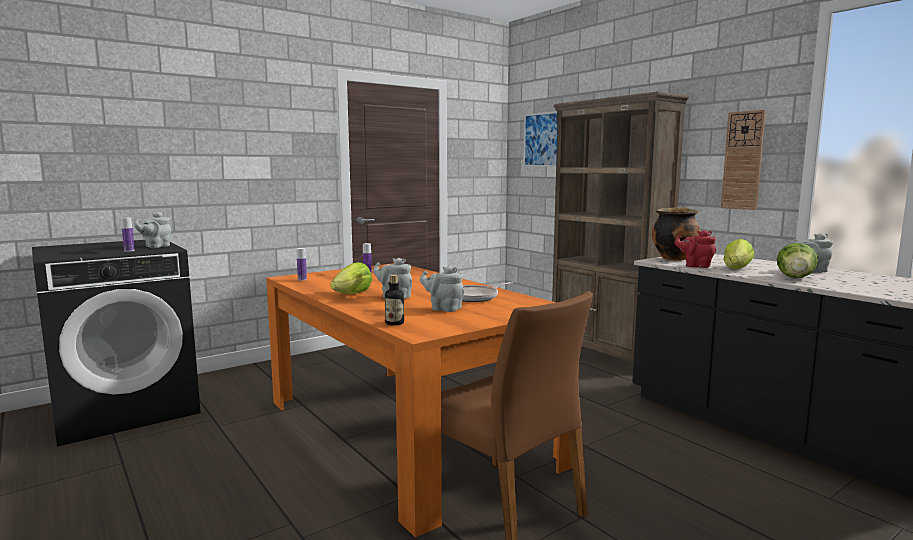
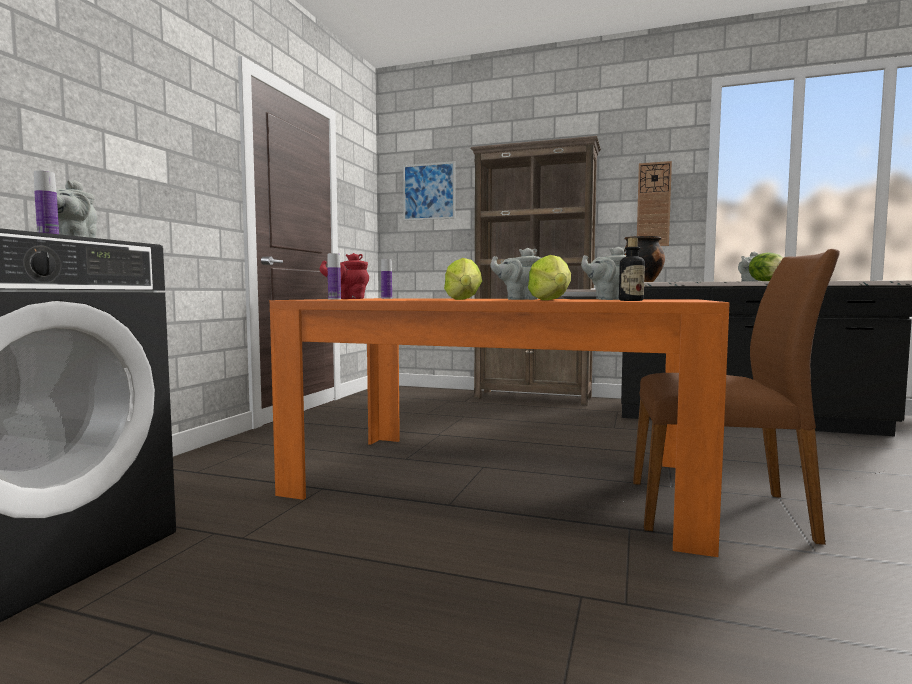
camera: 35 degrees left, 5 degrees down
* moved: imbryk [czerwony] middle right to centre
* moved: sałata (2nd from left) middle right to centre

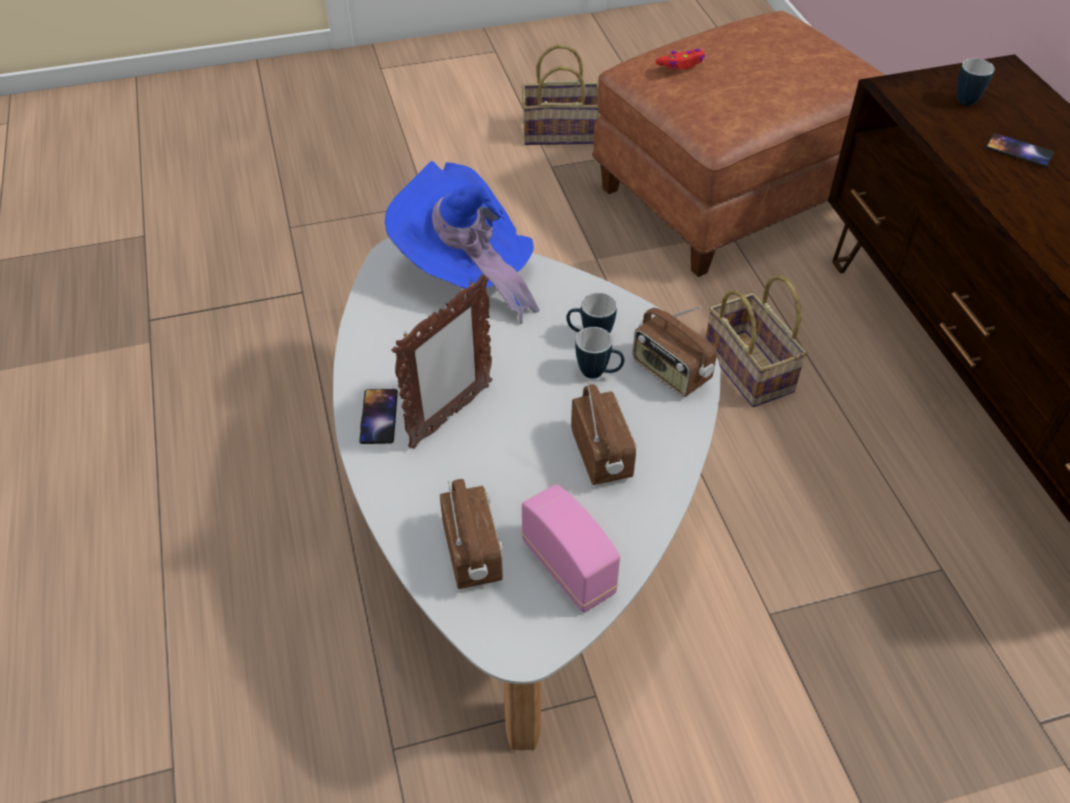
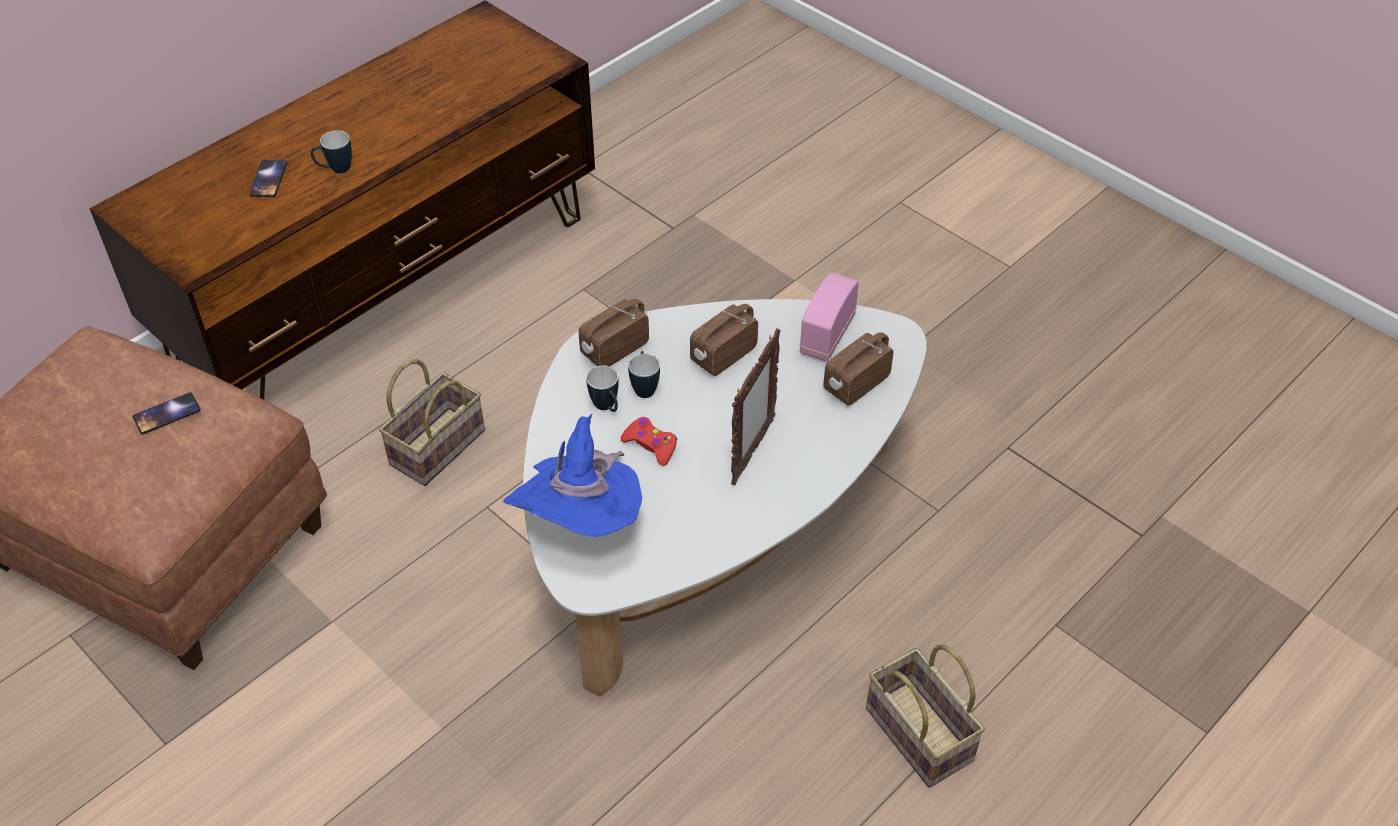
camera: 120 degrees left, 0 degrees up
* moved: koszyk (1st from left in the first image) top centre to koszyk (2nd from left) bottom centre
* moved: pad do gier [czerwony] top centre to centre
* moved: kubek (3rd from left in the first image) top right to kubek (1st from left) top left
* turned: ramka na zdjęcie centre = centre 105 degrees clockwise
* turned: radio (4th from left in the first image) centre = centre 150 degrees counterclockwise
* moved: telefon (1st from left) centre to middle left

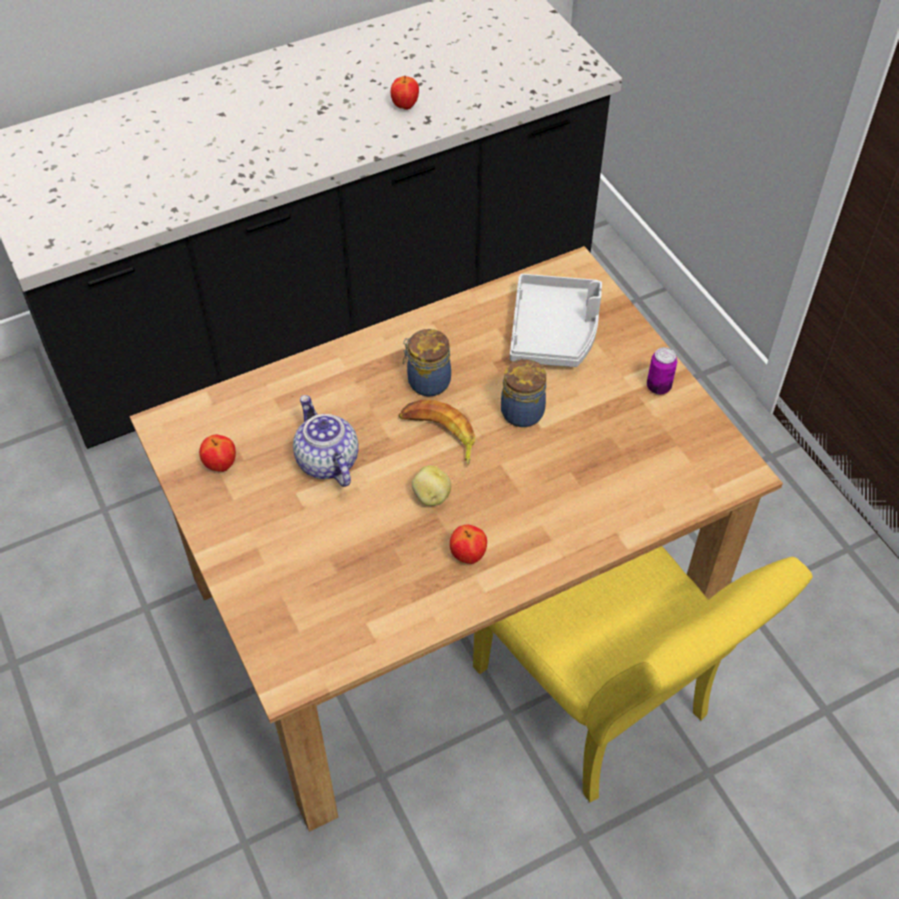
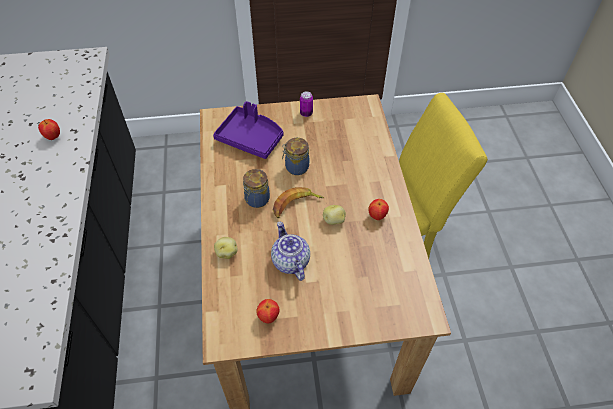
camera: 70 degrees left, 0 degrees up
* recoloured: taca [szary] centre to taca [fioletowy] top centre
* turned: imbryk centre = centre 75 degrees clockwise
* added: ziemniak (1st from left) centre

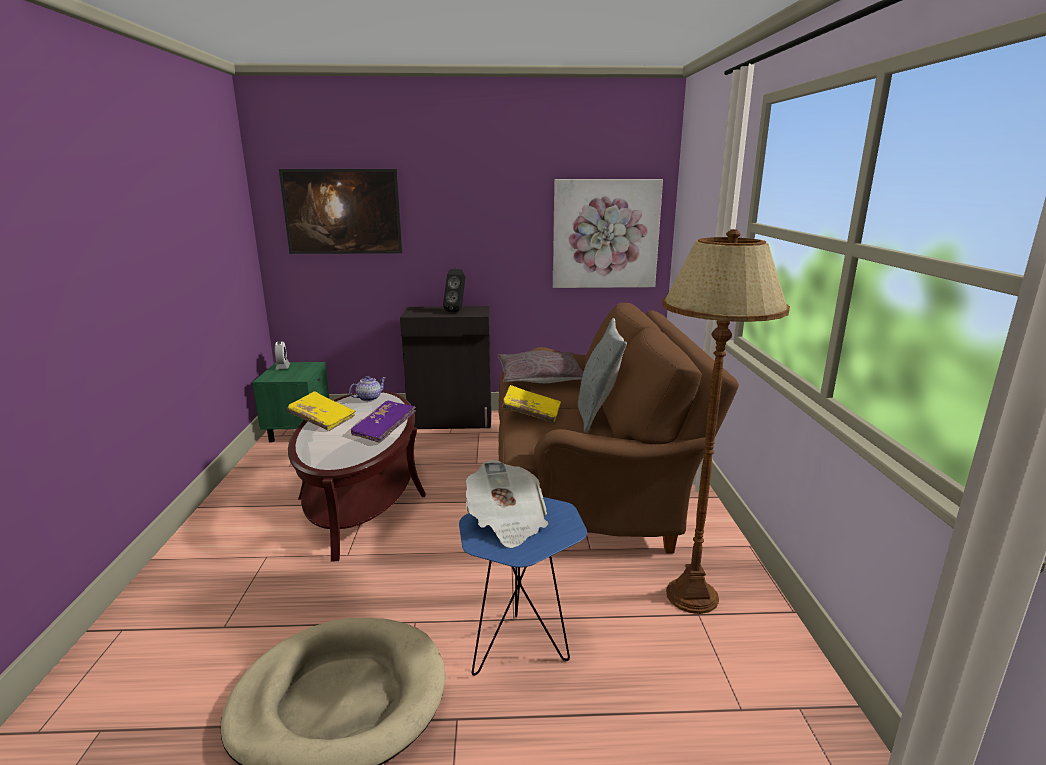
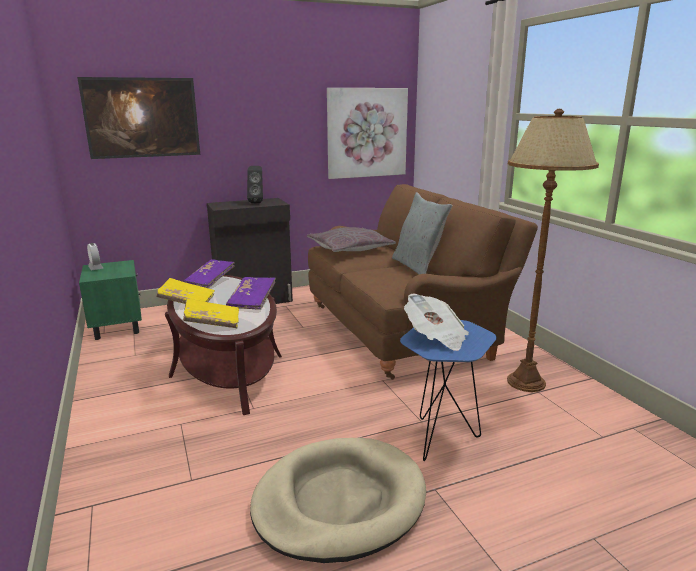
camera: 20 degrees left, 0 degrees up
* replaced: imbryk centre to książka [fioletowy] (1st from left) middle left
* moved: książka [żółty] (2nd from left) centre to middle left

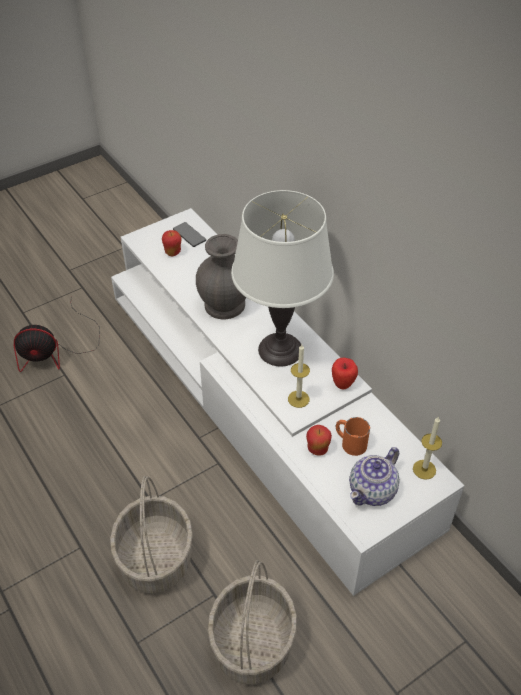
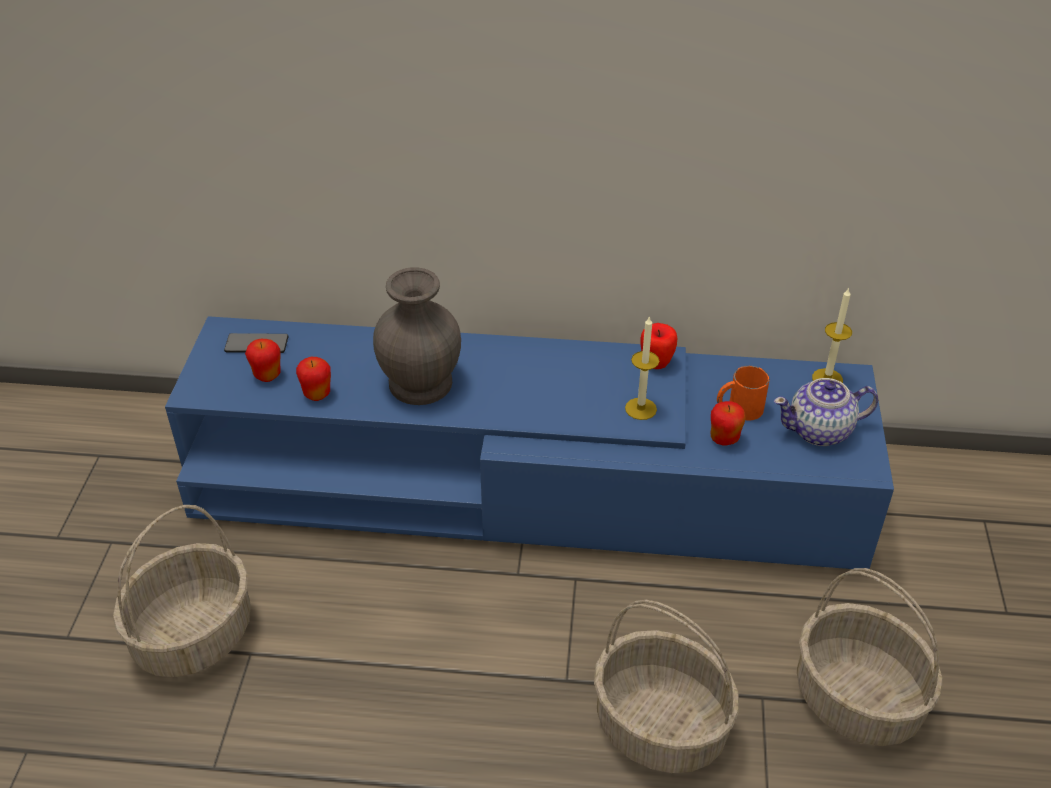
camera: 50 degrees left, 5 degrees down
* removed: lampa stołowa [biały] centre
* recoloured: szafka pod telewizor [biały] centre to szafka pod telewizor [niebieski] centre
* replaced: wentylator middle left to koszyk (1st from left) bottom left
* turned: imbryk bottom right = middle right 90 degrees clockwise
* added: jabłko (2nd from left) middle left

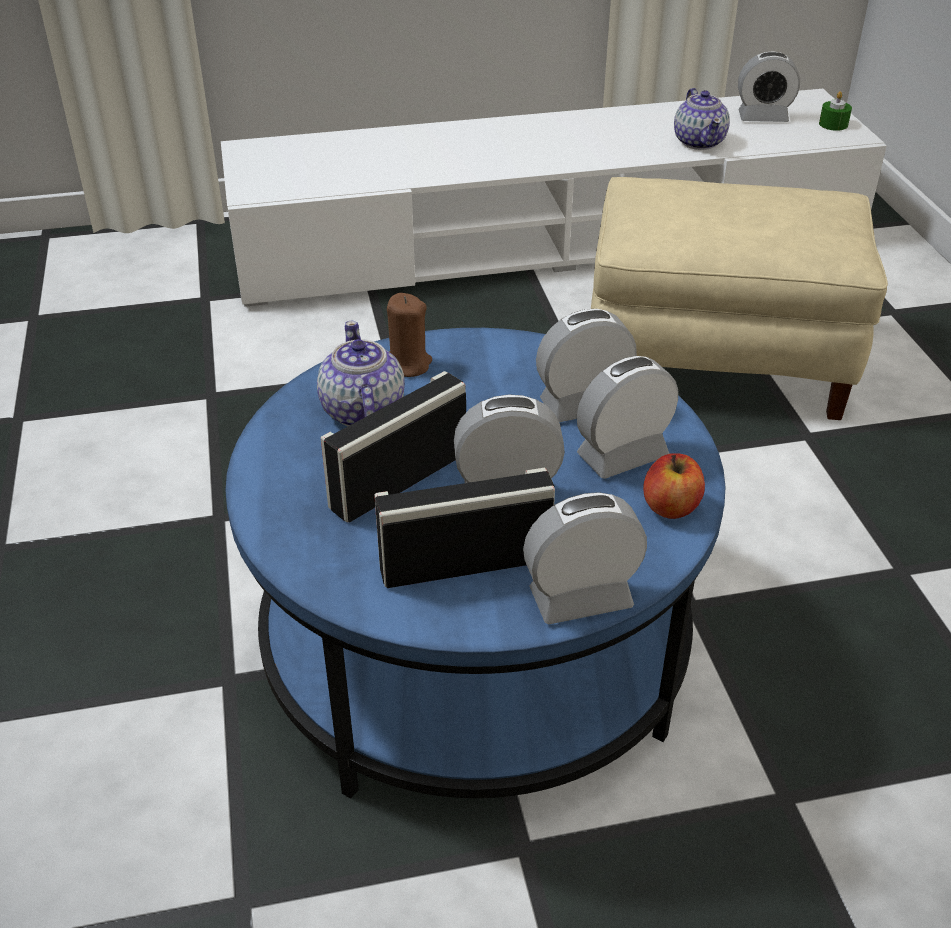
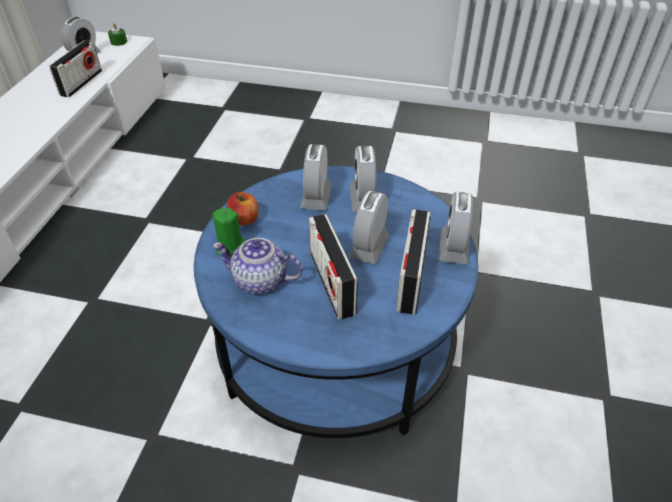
camera: 65 degrees left, 5 degrees up
* replaced: imbryk (2nd from left) top right to radio (1st from left) top left
* removed: pufa [beżowy] top right
* recoloured: świeca [brązowy] centre to świeca [zielony] (2nd from left) centre
* moved: jabłko middle right to centre

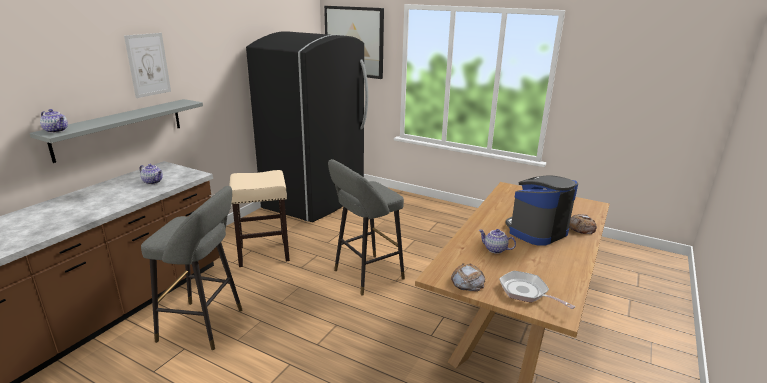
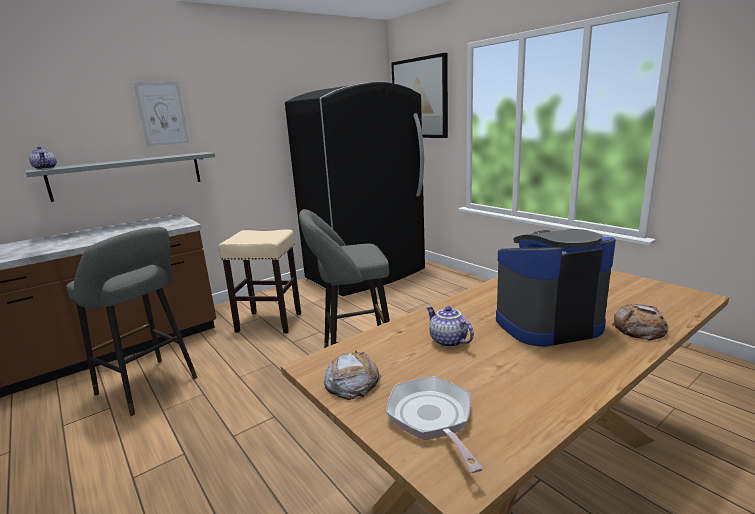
camera: 25 degrees right, 5 degrees down
* removed: imbryk (2nd from left) middle left

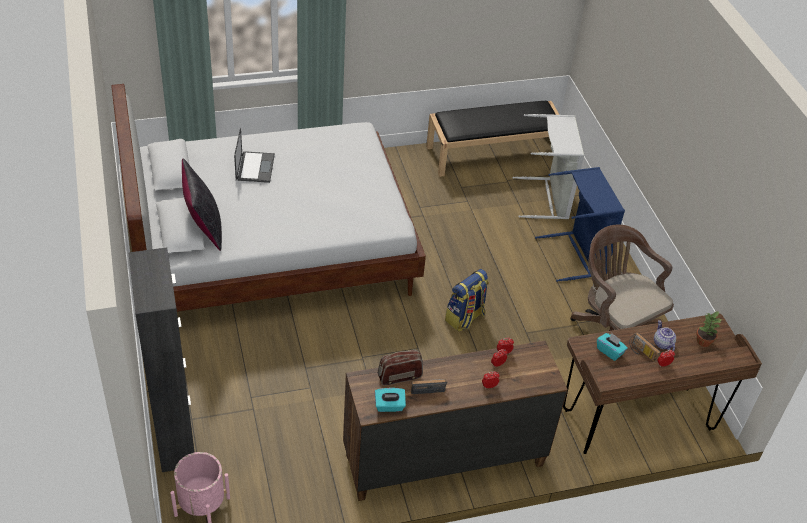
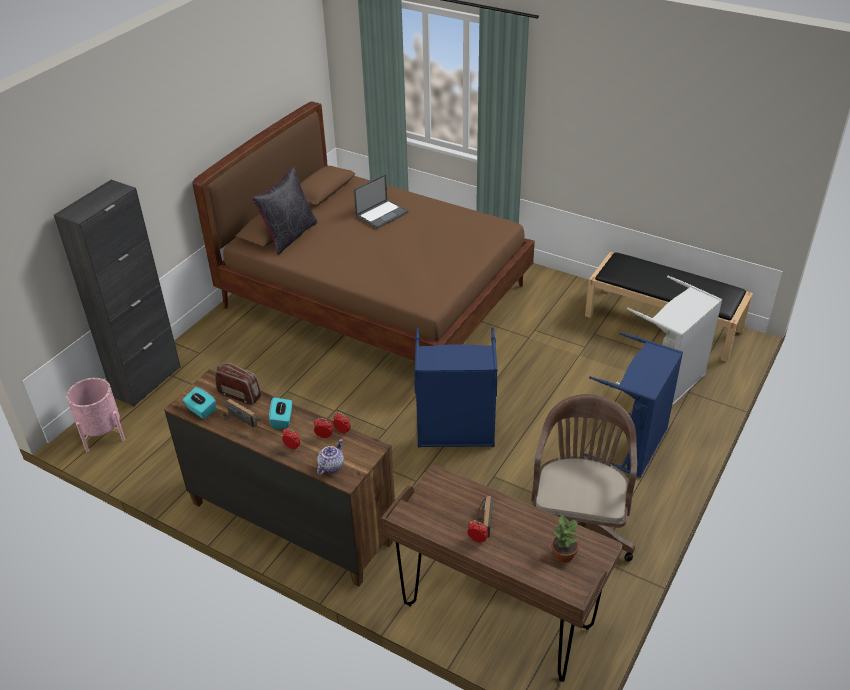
camera: 50 degrees right, 5 degrees down
* recoloured: łóżko [biały] middle left to łóżko [brązowy] centre
* replaced: plecak centre to kosz na pranie [niebieski] (1st from left) centre
* moved: imbryk middle right to centre
* moved: pudełko chusteczek [turkusowy] (2nd from left) middle right to middle left

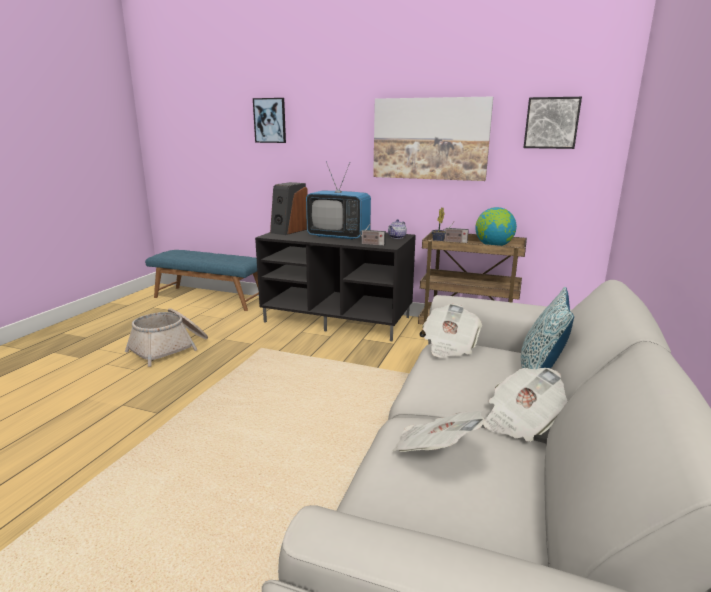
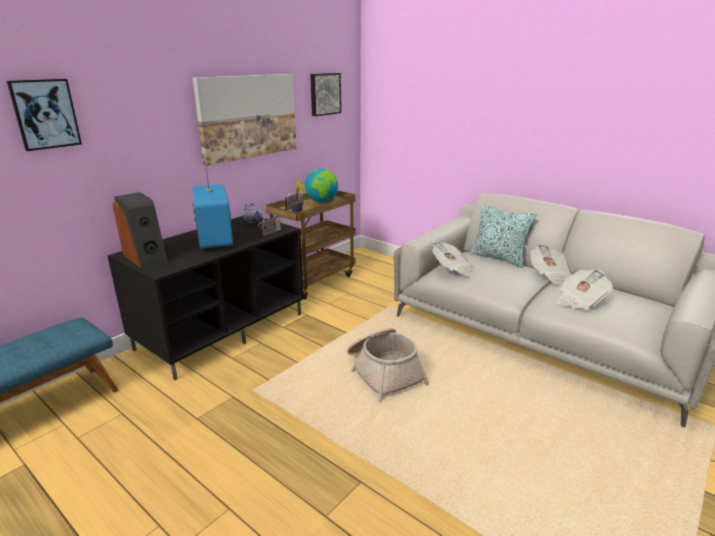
camera: 70 degrees left, 5 degrees up
* turned: telewizor centre = middle left 120 degrees clockwise
* moved: koszyk middle left to bottom centre

